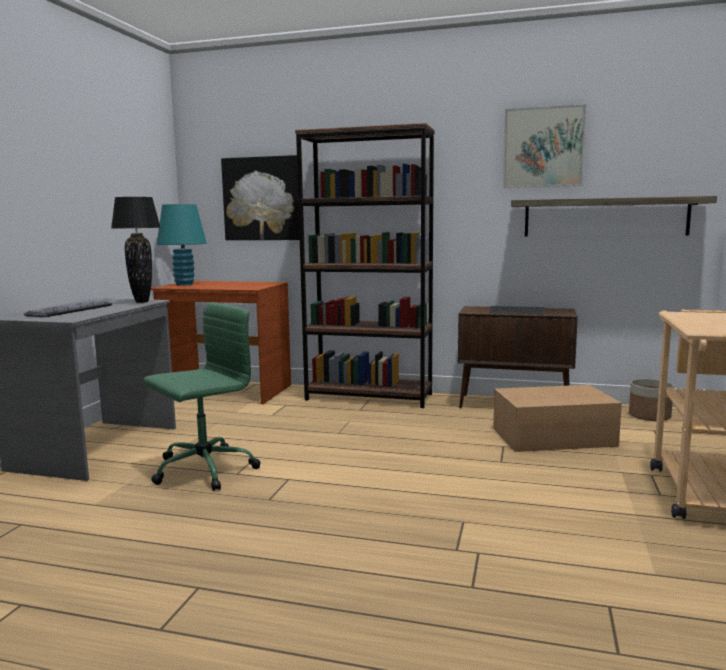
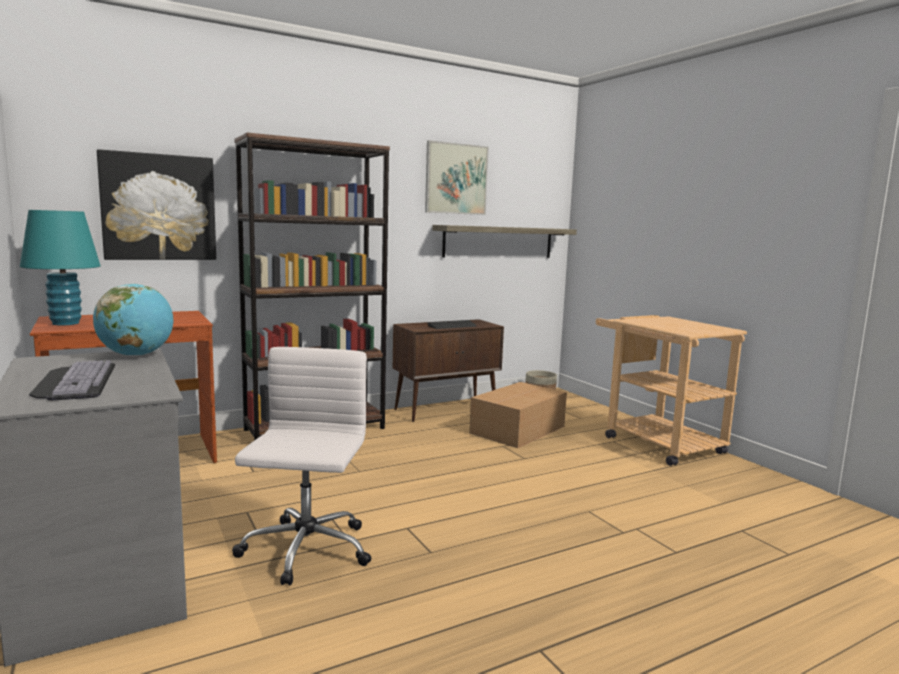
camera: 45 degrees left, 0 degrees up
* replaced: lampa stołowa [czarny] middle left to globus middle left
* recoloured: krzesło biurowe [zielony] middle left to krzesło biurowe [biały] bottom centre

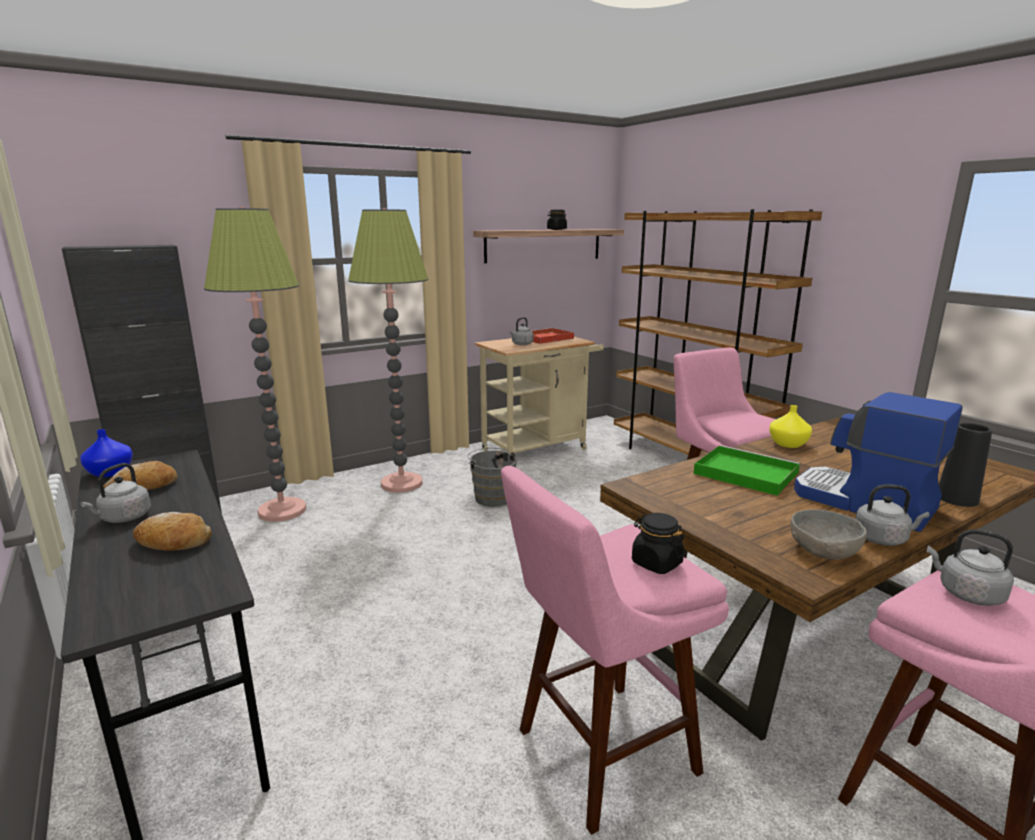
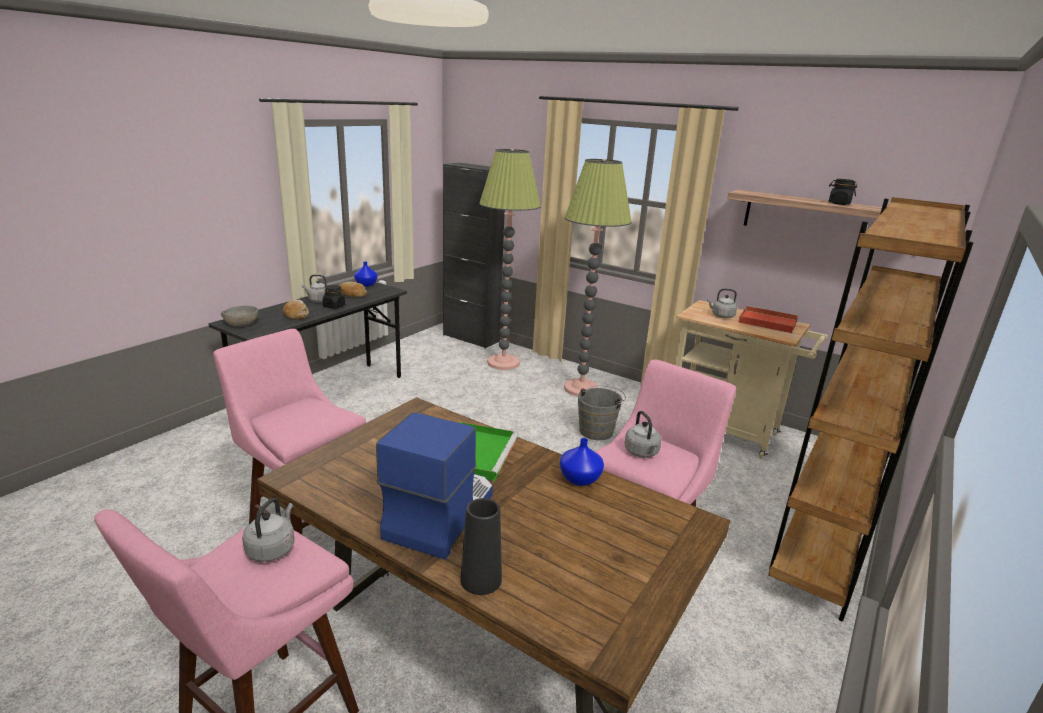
camera: 65 degrees right, 5 degrees up
* recoloured: wazon [żółty] middle right to wazon [niebieski] (2nd from left) centre
* moved: czajnik [szary] (3rd from left) middle right to centre
* moved: miska [szary] middle right to middle left
* moved: słoik [czarny] (2nd from left in the first image) centre to słoik [czarny] (1st from left) middle left

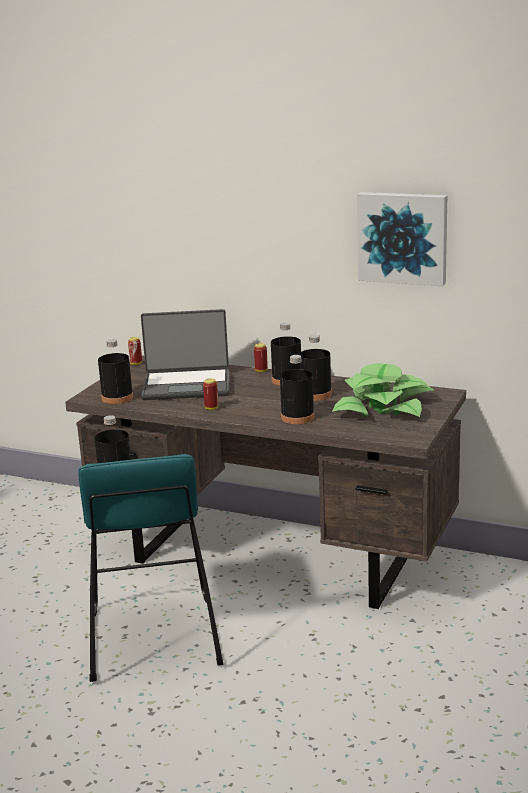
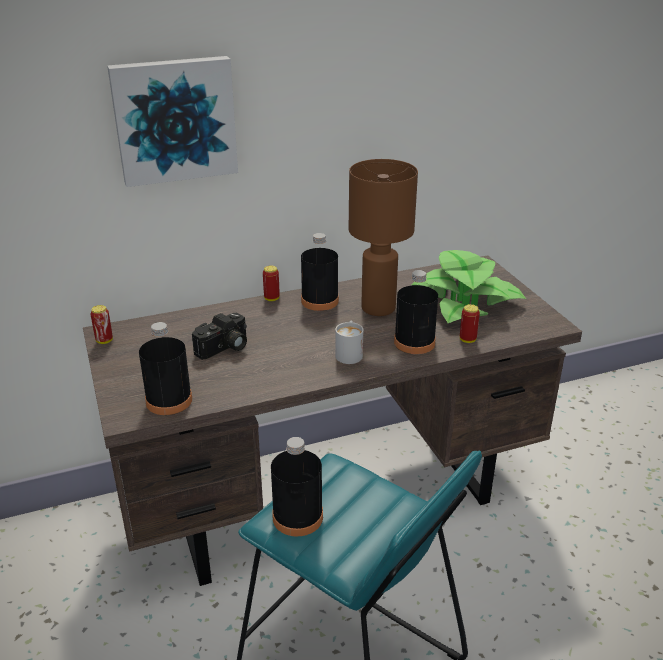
camera: 45 degrees left, 10 degrees up
* moved: obraz top right to top left
* replaced: laptop centre to aparat fotograficzny middle left
* replaced: butelka [czarny] (5th from left) centre to lampa stołowa [brązowy] centre
* moved: puszka (2nd from left in the first image) centre to puszka (3rd from left) middle right
* added: kubek [biały] centre

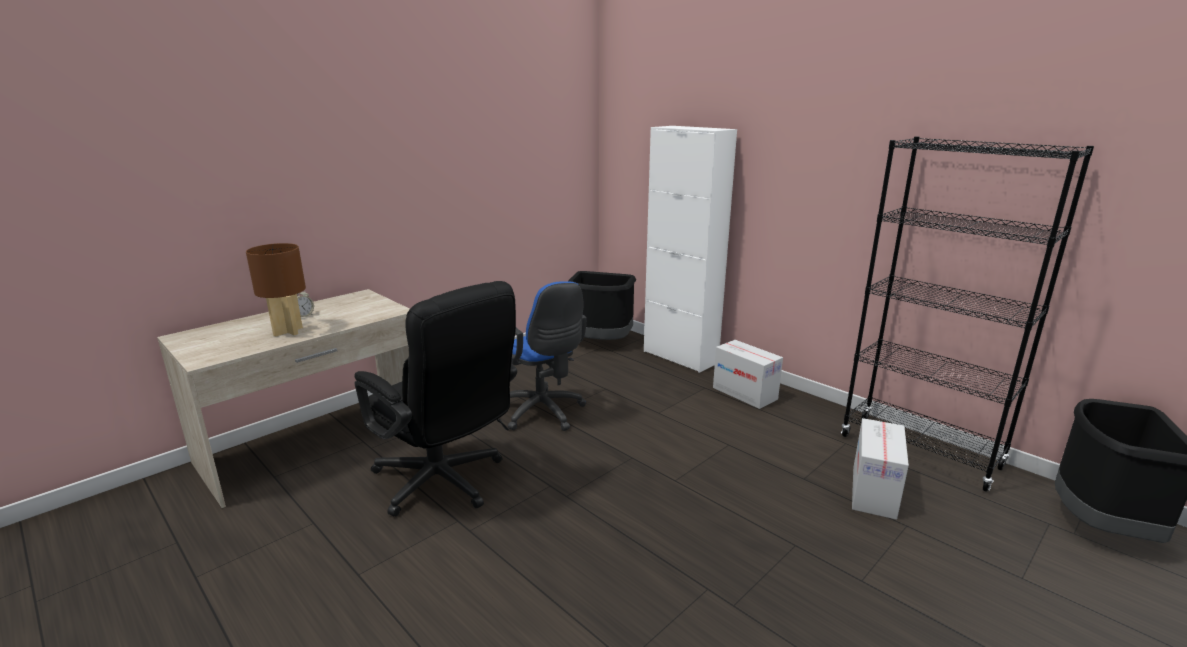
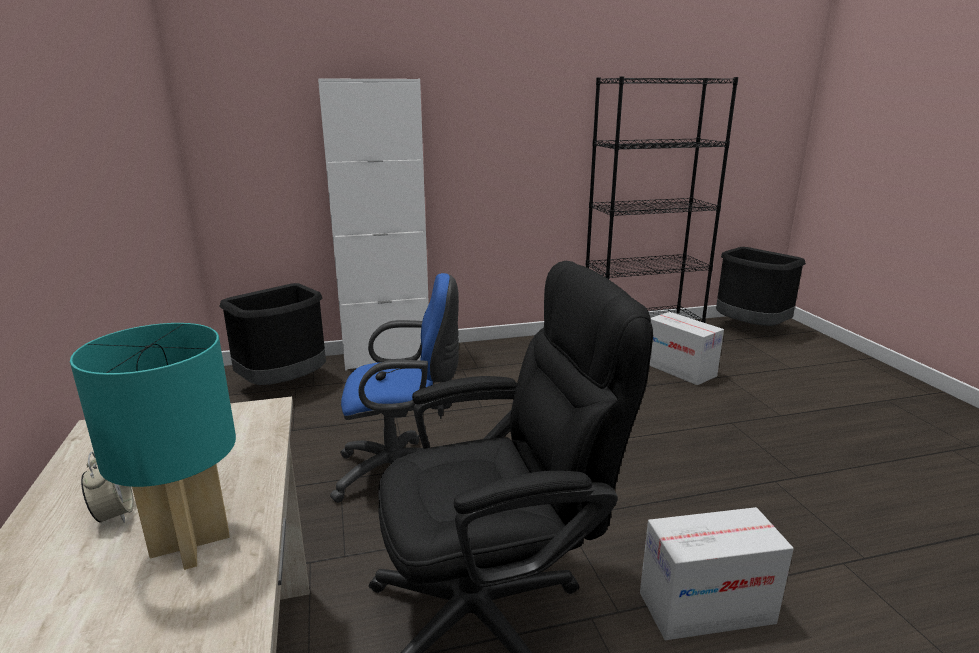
camera: 60 degrees left, 0 degrees up
* recoloured: lampa stołowa [brązowy] middle left to lampa stołowa [turkusowy] bottom left
* moved: karton (1st from left in the first image) centre to karton (2nd from left) bottom right

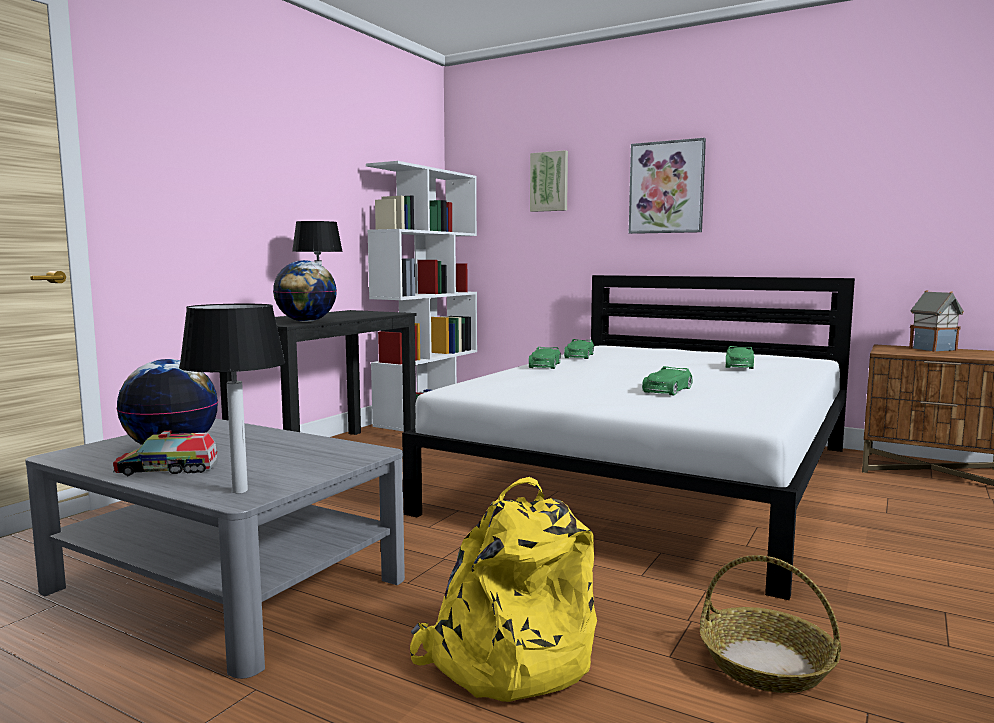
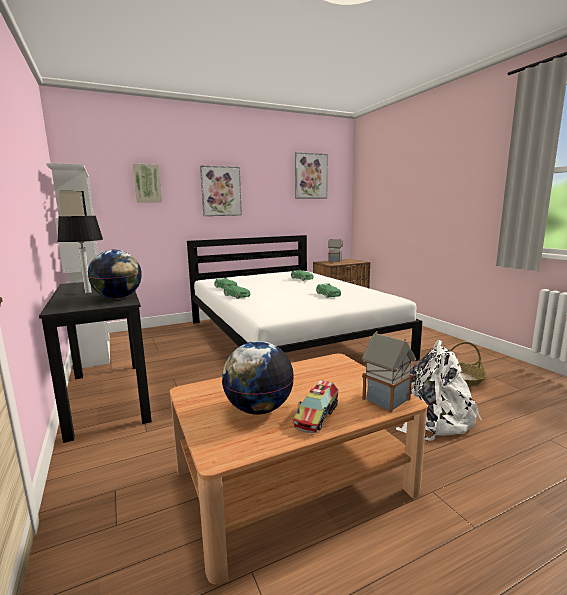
camera: 55 degrees left, 5 degrees up
* replaced: lampa stołowa (1st from left) middle left to domek (2nd from left) middle right
* recoloured: ława [szary] bottom left to ława [brązowy] bottom centre
* recoloured: plecak [żółty] bottom centre to plecak [biały] middle right
* added: obraz (3rd from left) top centre

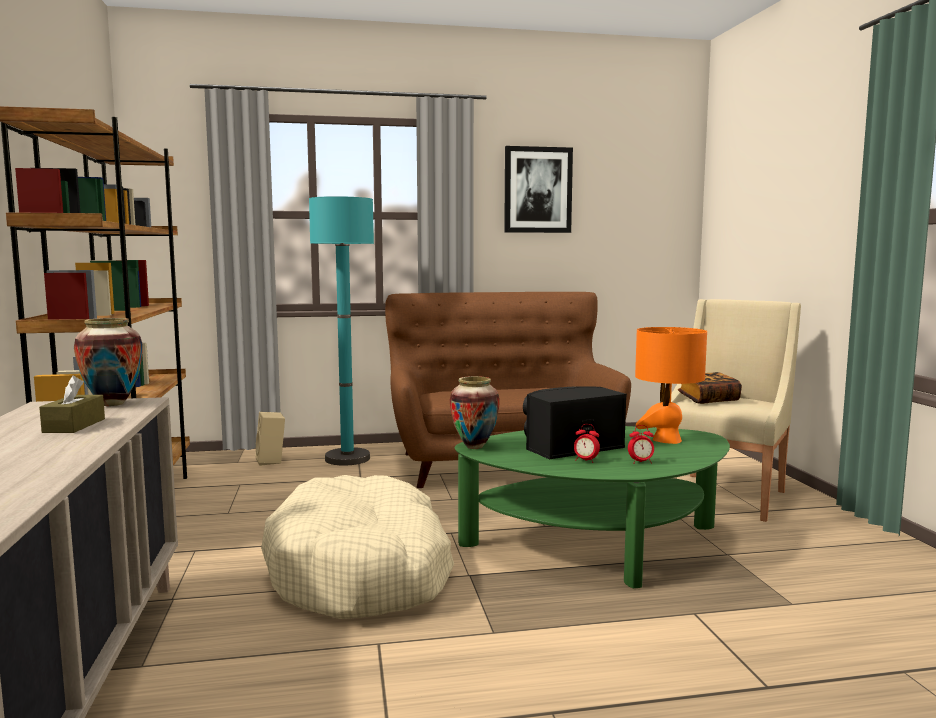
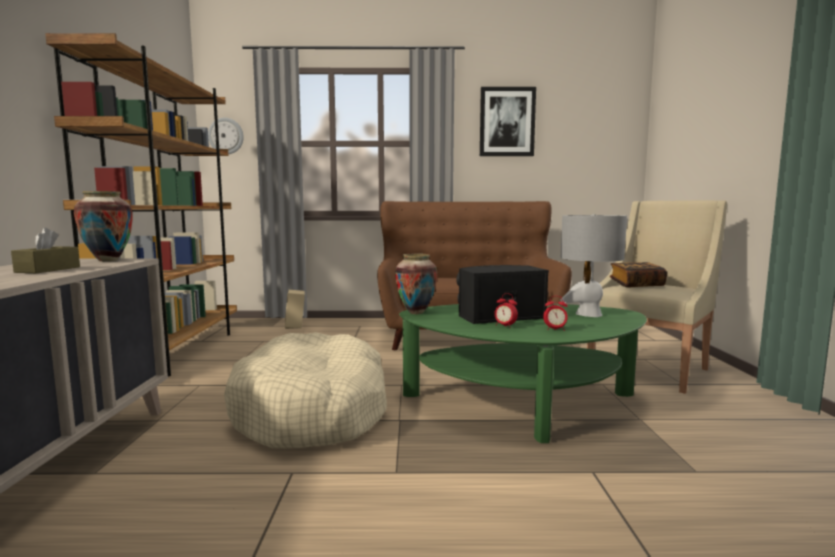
camera: 10 degrees right, 0 degrees up
* removed: lampa stojąca [turkusowy] centre
* recoloured: lampa stołowa [pomarańczowy] middle right to lampa stołowa [szary] middle right
* added: zegar ścienny top left

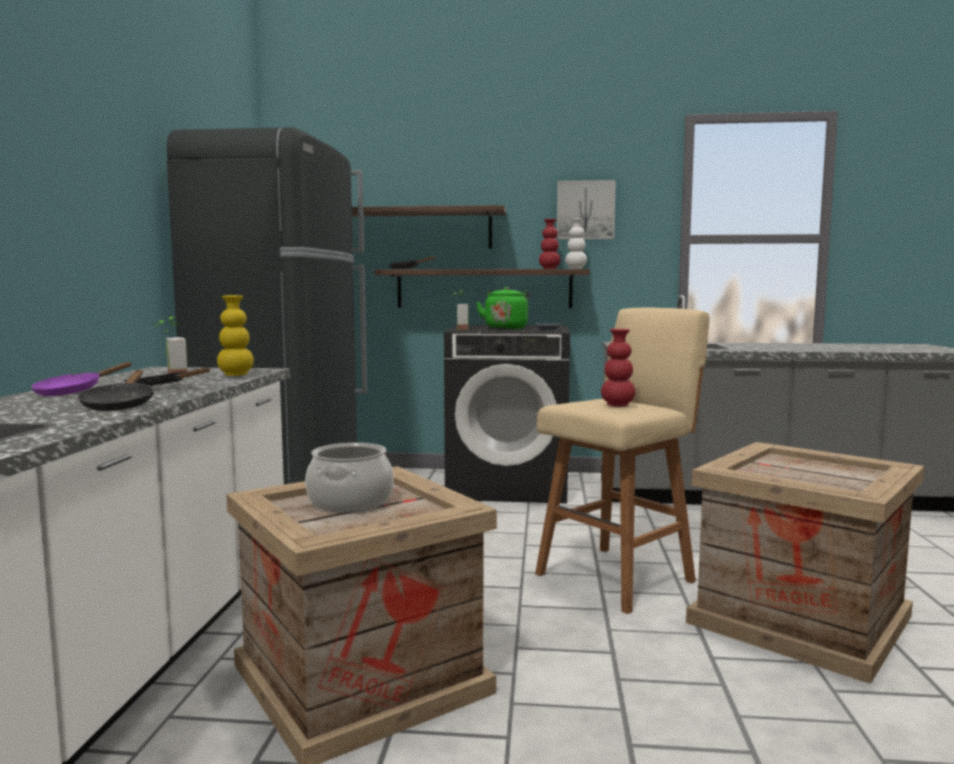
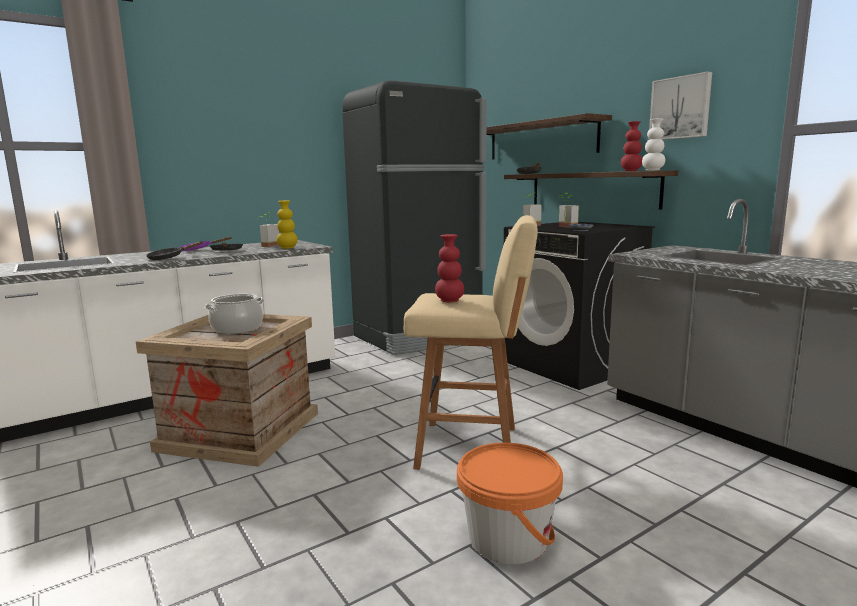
camera: 50 degrees right, 5 degrees up
* replaced: czajnik [zielony] centre to roślina doniczkowa (3rd from left) centre
* replaced: skrzynka (2nd from left) bottom right to wiadro [pomarańczowy] bottom centre

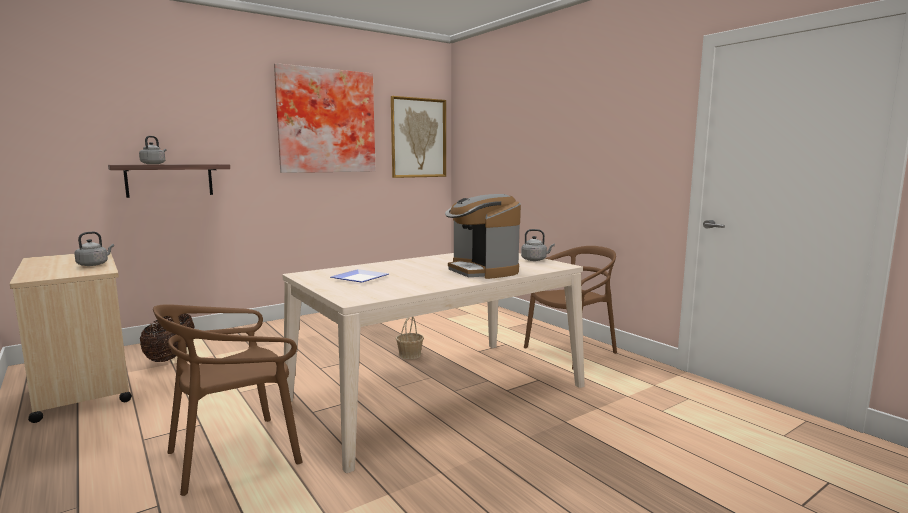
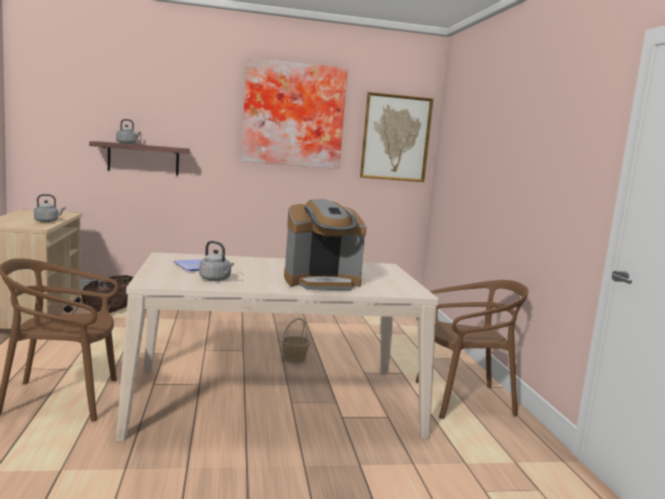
camera: 25 degrees right, 0 degrees up
* turned: ekspres do kawy centre = centre 105 degrees counterclockwise
* moved: czajnik [szary] (3rd from left) centre to middle left

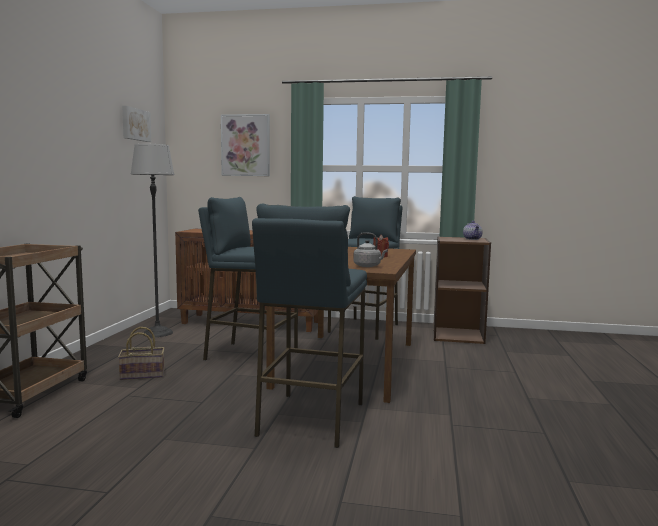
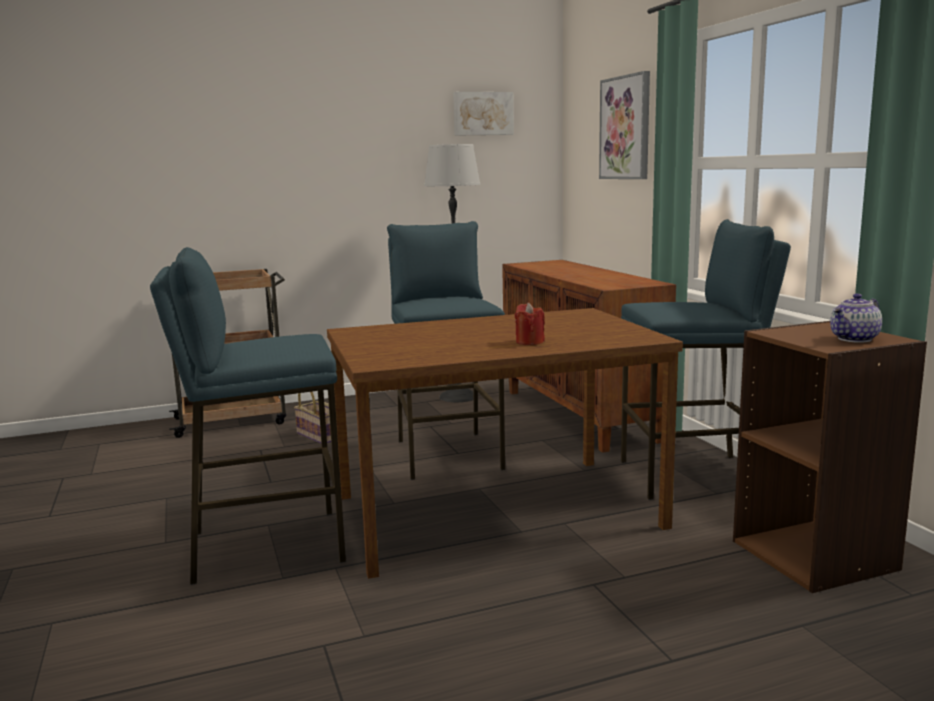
camera: 60 degrees right, 5 degrees up
* removed: czajnik [szary] centre

